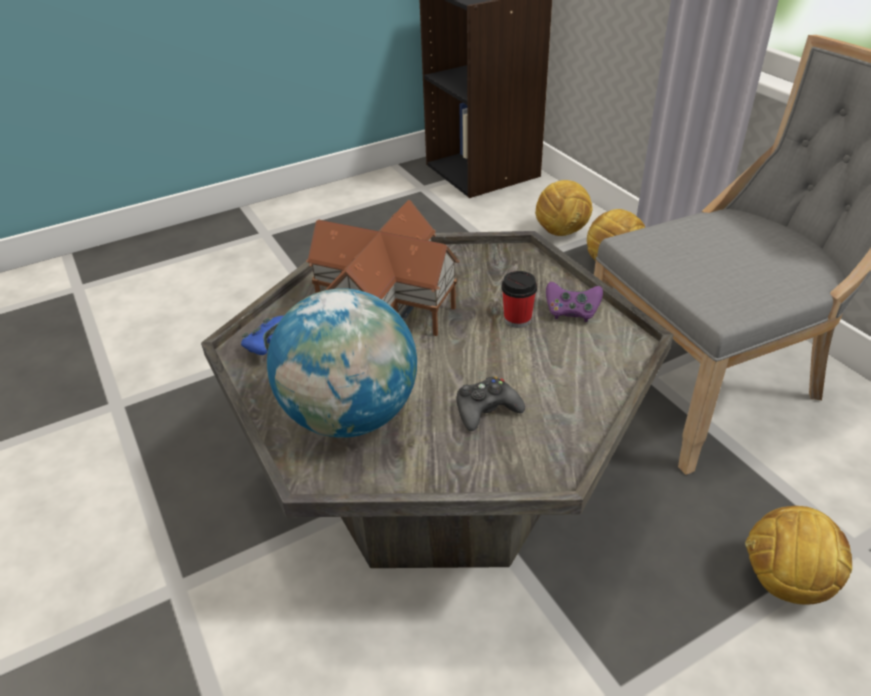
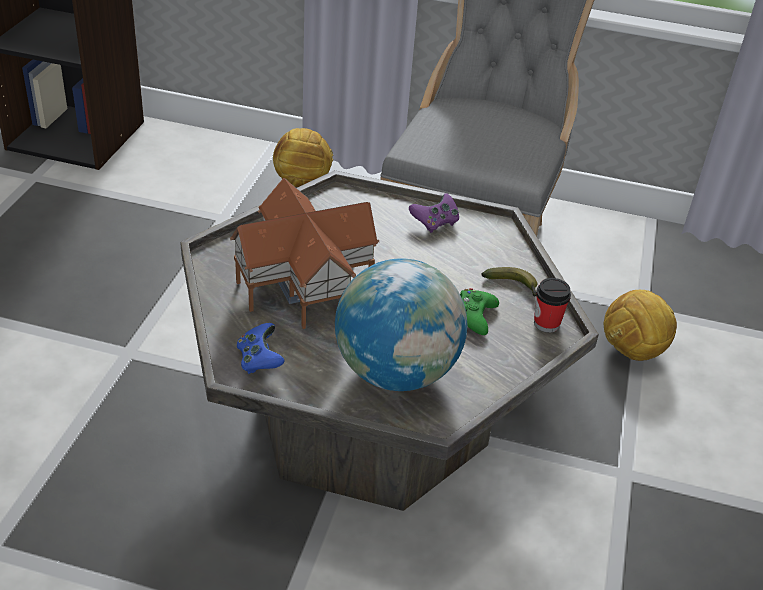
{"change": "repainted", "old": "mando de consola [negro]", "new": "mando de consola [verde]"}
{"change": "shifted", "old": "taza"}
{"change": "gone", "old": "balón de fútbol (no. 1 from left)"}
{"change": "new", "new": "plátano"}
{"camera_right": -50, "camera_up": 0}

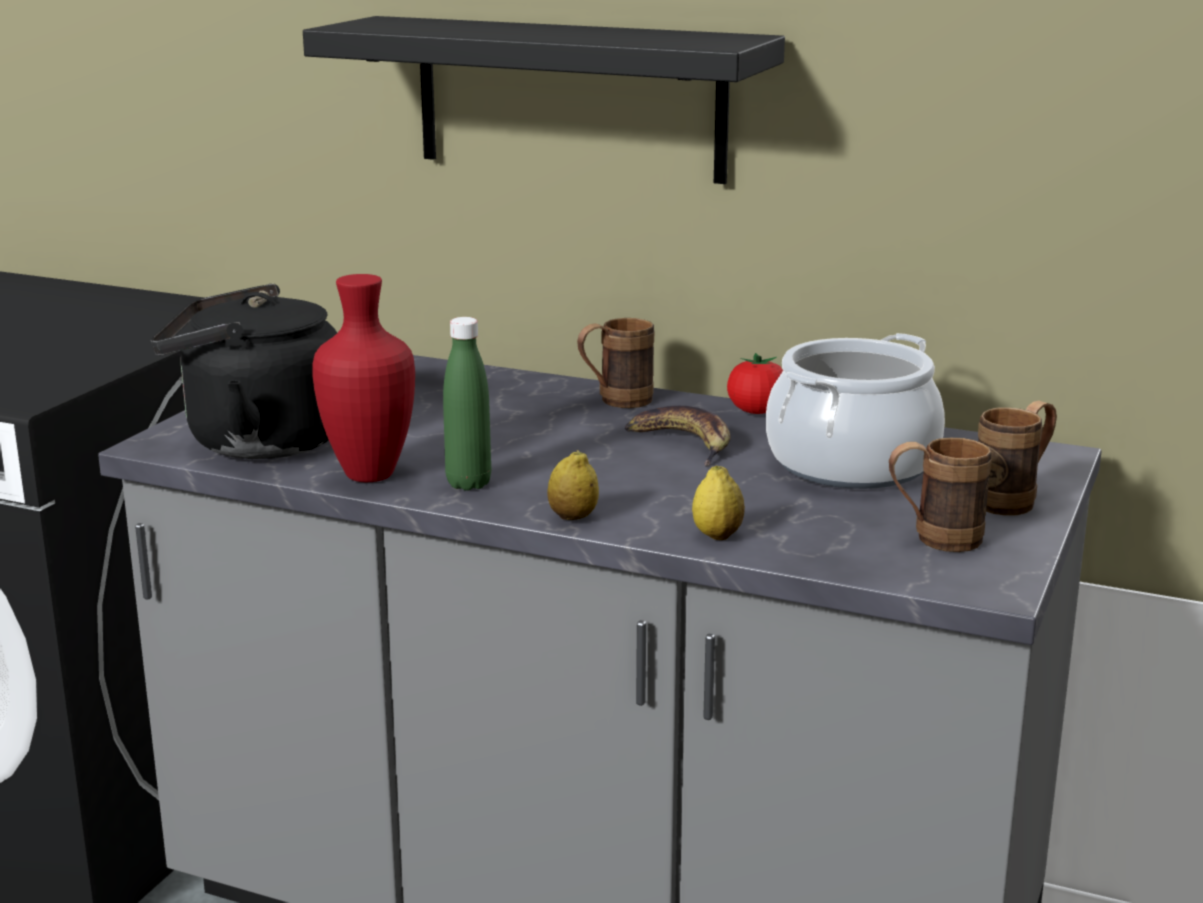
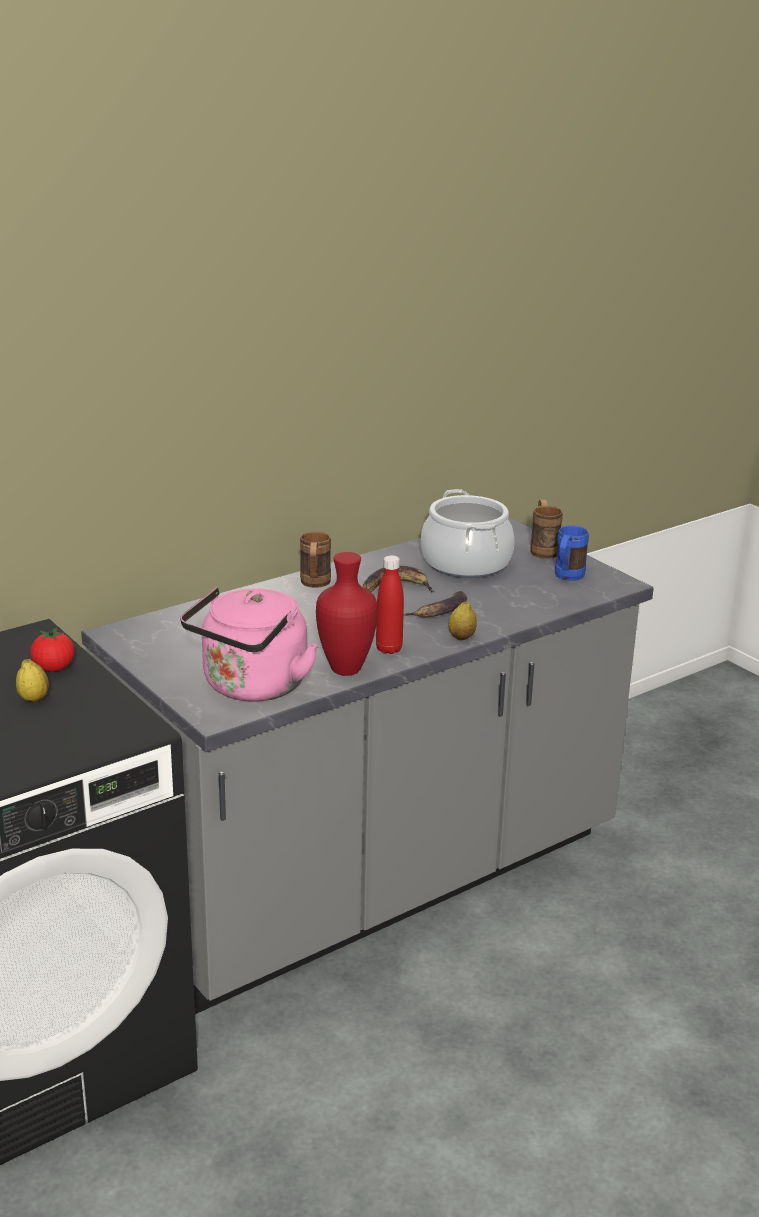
{"change": "repainted", "old": "hervidor [negro]", "new": "hervidor [rosa]"}
{"change": "gone", "old": "estante [negro]"}
{"change": "repainted", "old": "botella [verde]", "new": "botella [rojo]"}
{"change": "shifted", "old": "limón (no. 2 from left in the first image)", "new": "limón (no. 1 from left)"}
{"change": "shifted", "old": "tomate"}
{"change": "repainted", "old": "taza grande [marrón] (no. 2 from left)", "new": "taza grande [azul]"}
{"change": "new", "new": "plátano (no. 2 from left)"}
{"camera_right": -60, "camera_up": 5}

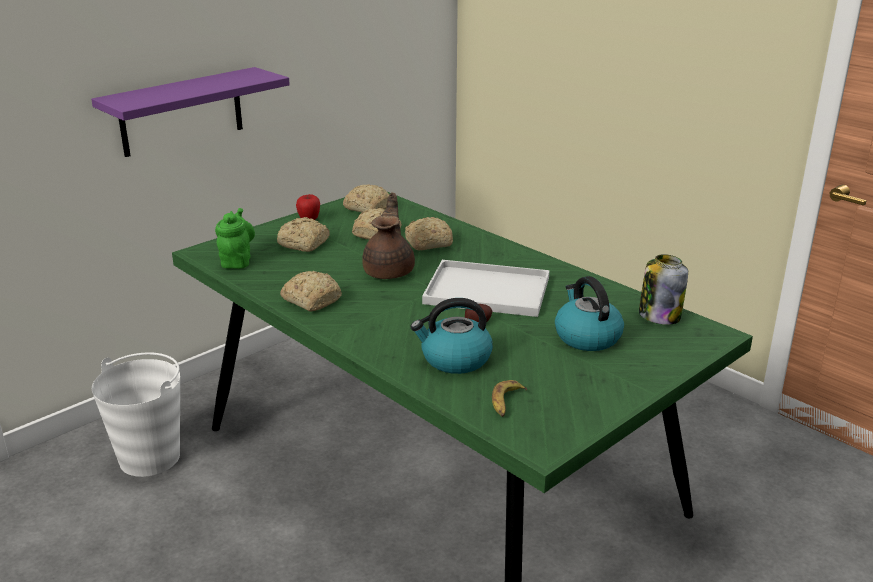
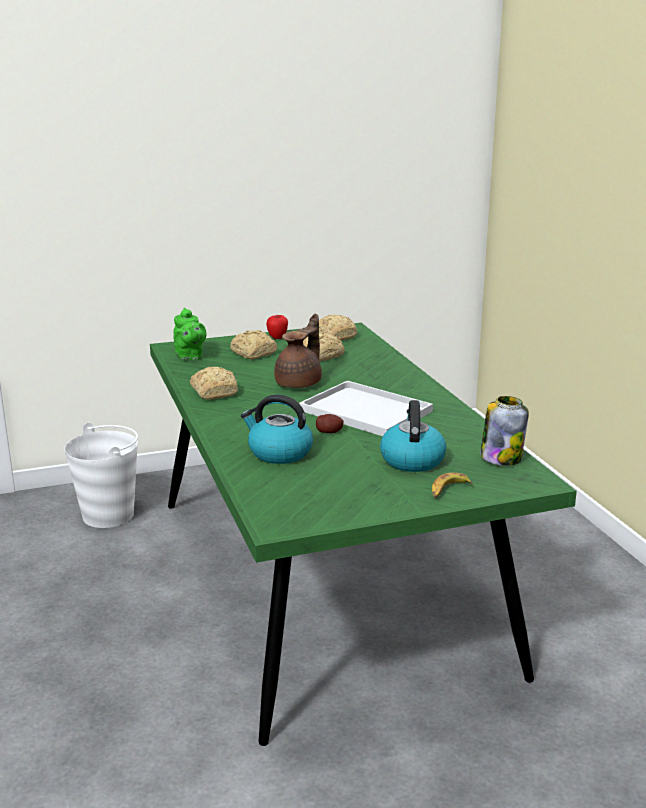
{"change": "gone", "old": "estante [morado]"}
{"change": "rotated", "old": "tetera [verde]", "degrees": 135}
{"change": "gone", "old": "pan (no. 5 from left)"}
{"change": "shifted", "old": "plátano"}
{"camera_right": 25, "camera_up": -5}

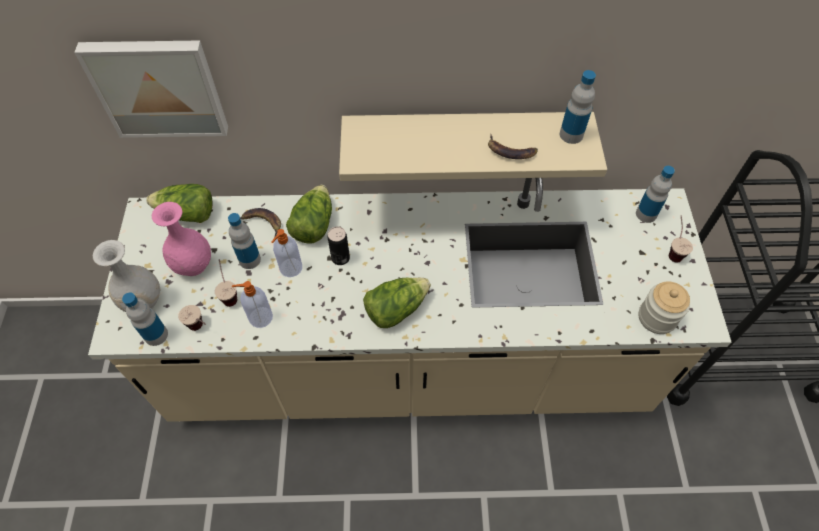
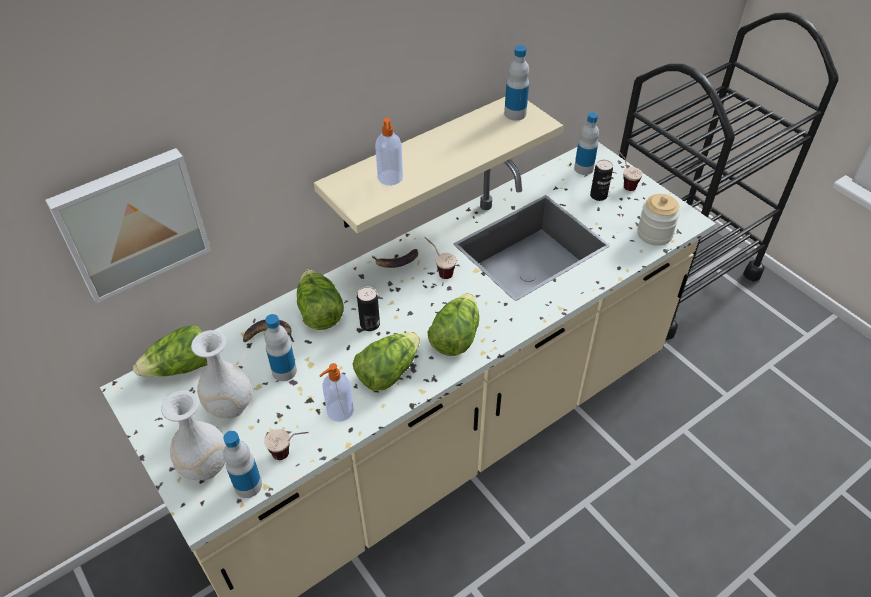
{"change": "repainted", "old": "florero [rosa]", "new": "florero [blanco] (no. 2 from left)"}
{"change": "shifted", "old": "taza (no. 2 from left)"}
{"change": "shifted", "old": "dispensador de jabón (no. 2 from left)"}
{"change": "shifted", "old": "plátano (no. 2 from left)"}
{"change": "new", "new": "lechuga (no. 3 from left)"}
{"change": "new", "new": "lata (no. 2 from left)"}
{"camera_right": -35, "camera_up": -10}

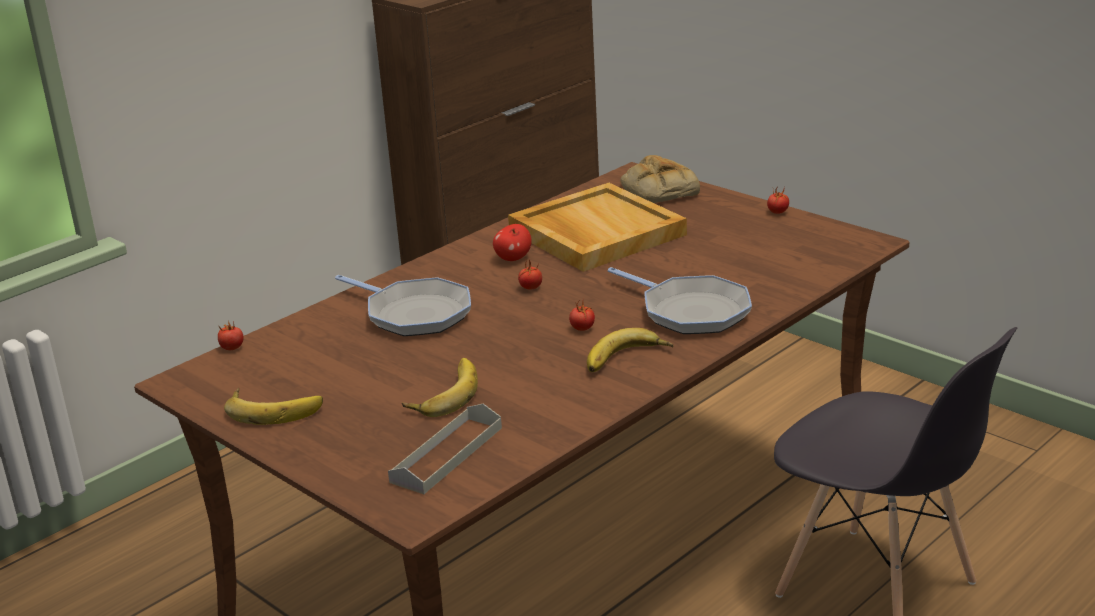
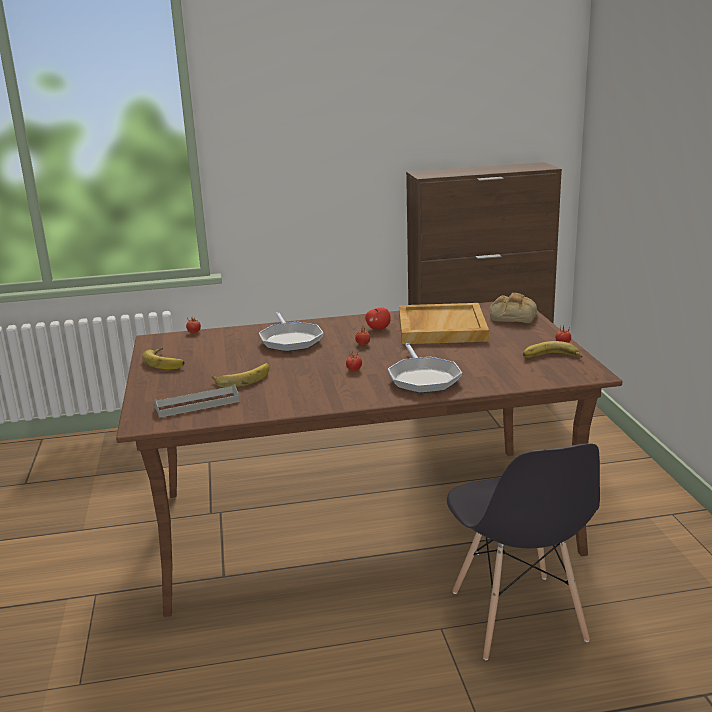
{"change": "shifted", "old": "plátano (no. 3 from left)"}
{"camera_right": 35, "camera_up": -5}

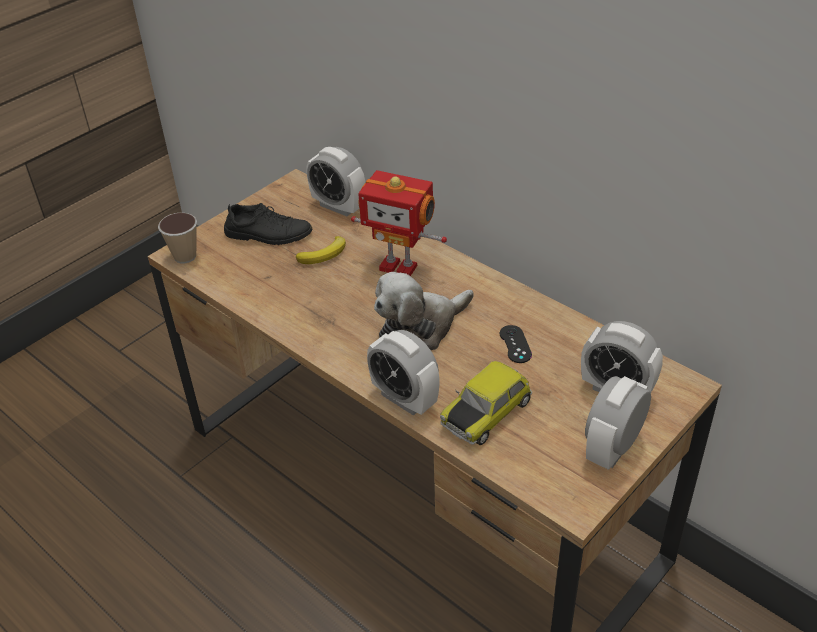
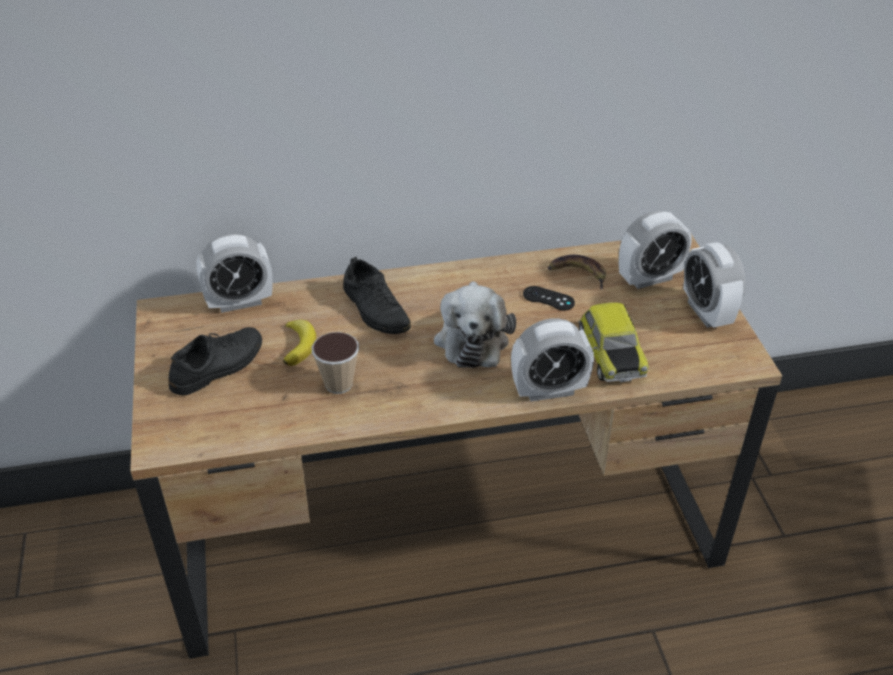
{"change": "shifted", "old": "taza"}
{"change": "swapped", "old": "robot de juguete", "new": "zapato [negro] (no. 2 from left)"}
{"change": "new", "new": "plátano (no. 2 from left)"}
{"camera_right": -55, "camera_up": 0}

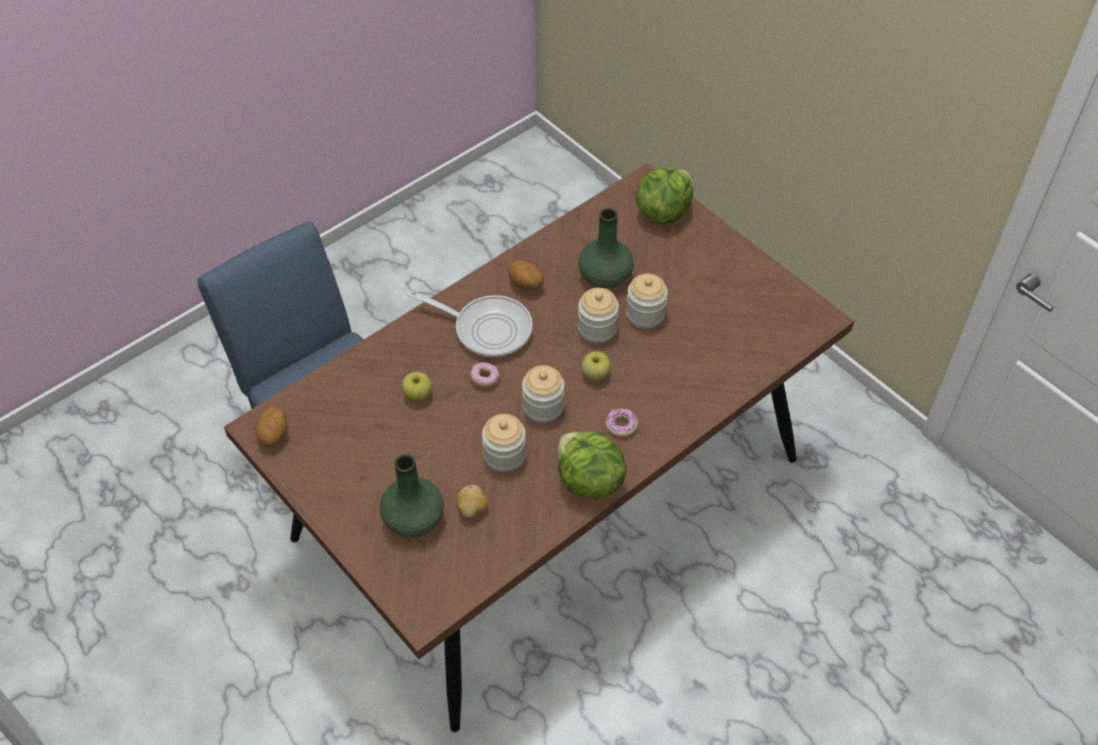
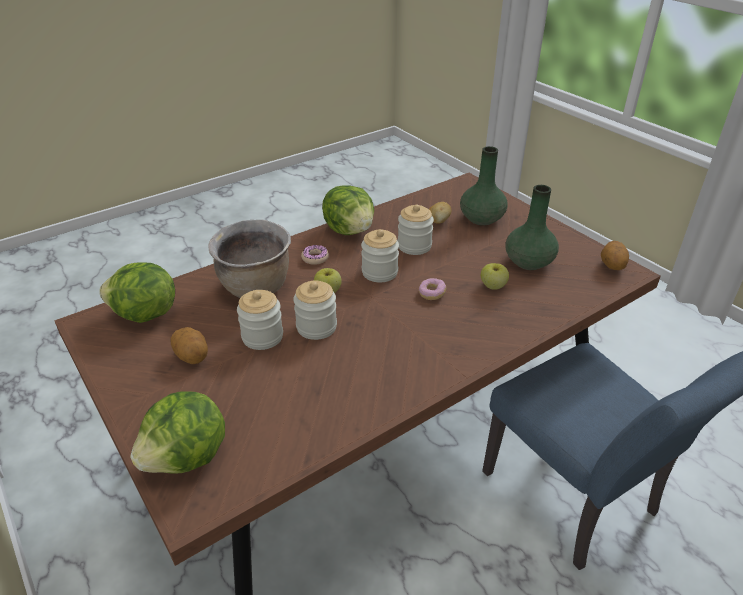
{"change": "gone", "old": "sartén"}
{"change": "shifted", "old": "patata (no. 3 from left in the first image)", "new": "patata (no. 1 from left)"}
{"change": "shifted", "old": "florero [verde] (no. 2 from left)"}
{"change": "new", "new": "lechuga (no. 1 from left)"}
{"change": "new", "new": "olla [marrón]"}
{"camera_right": -175, "camera_up": -15}

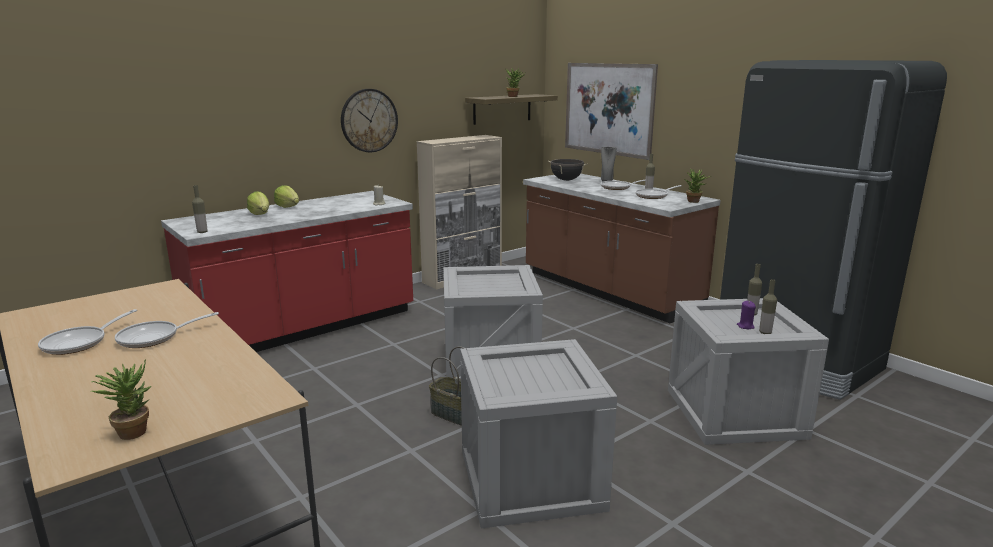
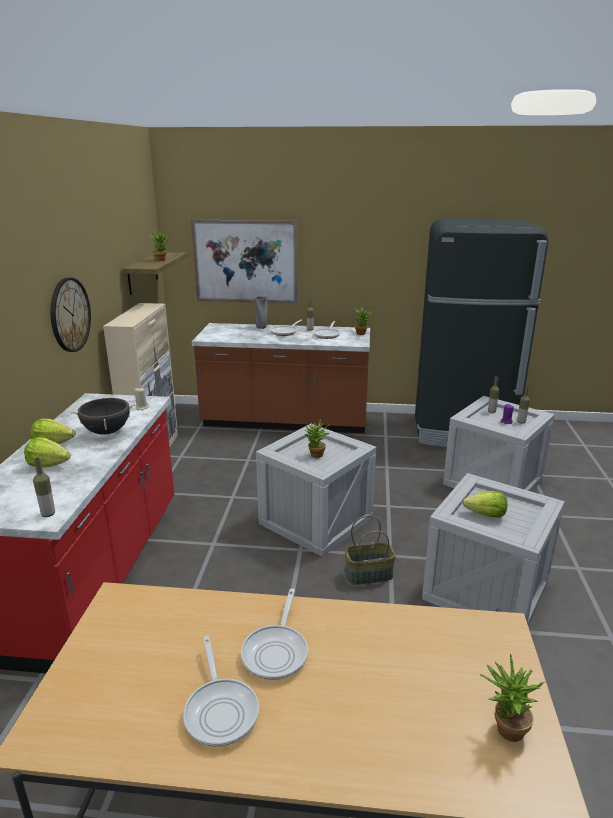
{"change": "shifted", "old": "olla [negro]"}
{"change": "new", "new": "planta en maceta (no. 2 from left)"}
{"change": "new", "new": "lechuga (no. 3 from left)"}
{"camera_right": -45, "camera_up": 5}

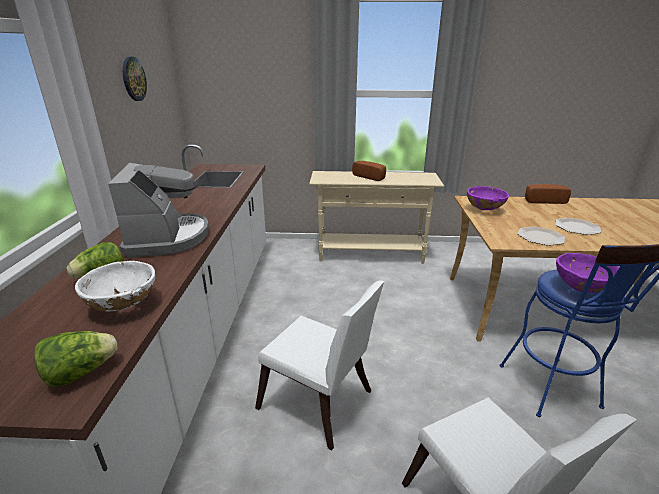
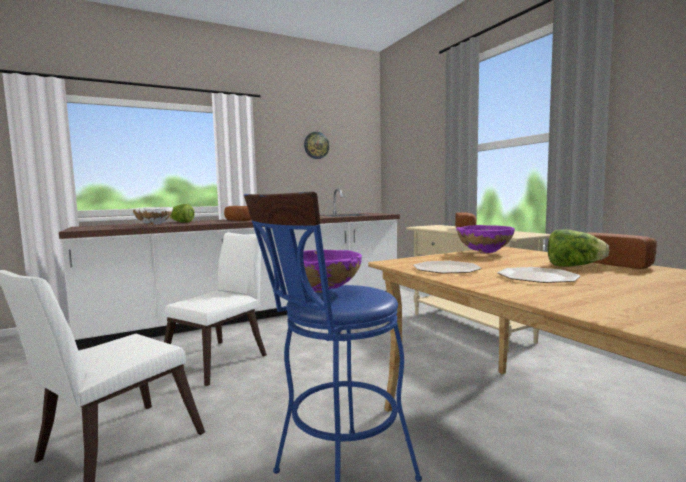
{"change": "shifted", "old": "lechuga (no. 1 from left in the first image)", "new": "lechuga (no. 2 from left)"}
{"change": "swapped", "old": "cafetera", "new": "pan (no. 1 from left)"}
{"change": "rotated", "old": "silla [blanco] (no. 1 from left in the first image)", "degrees": -150}
{"camera_right": 60, "camera_up": -20}

